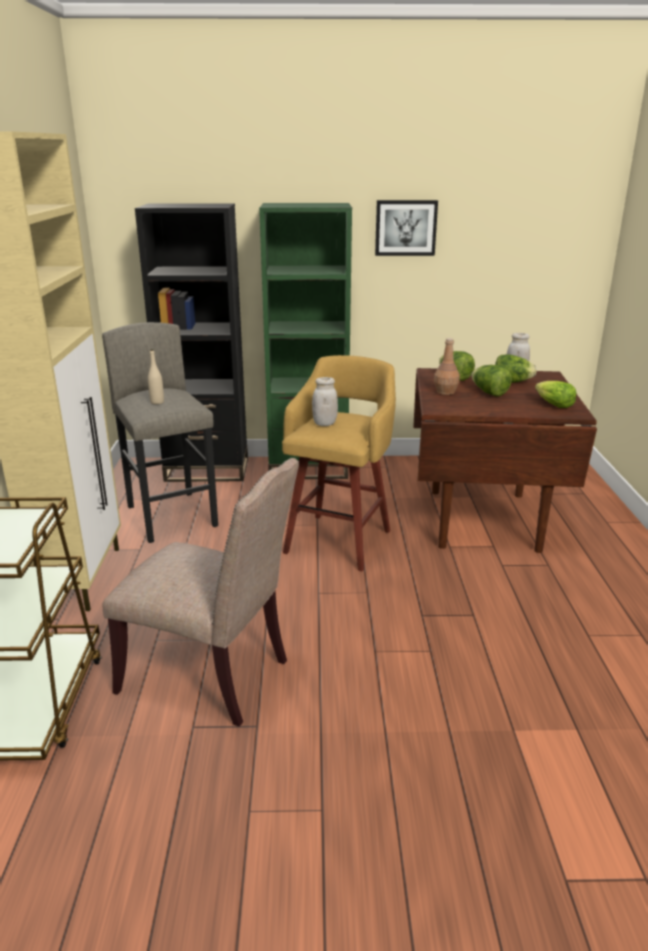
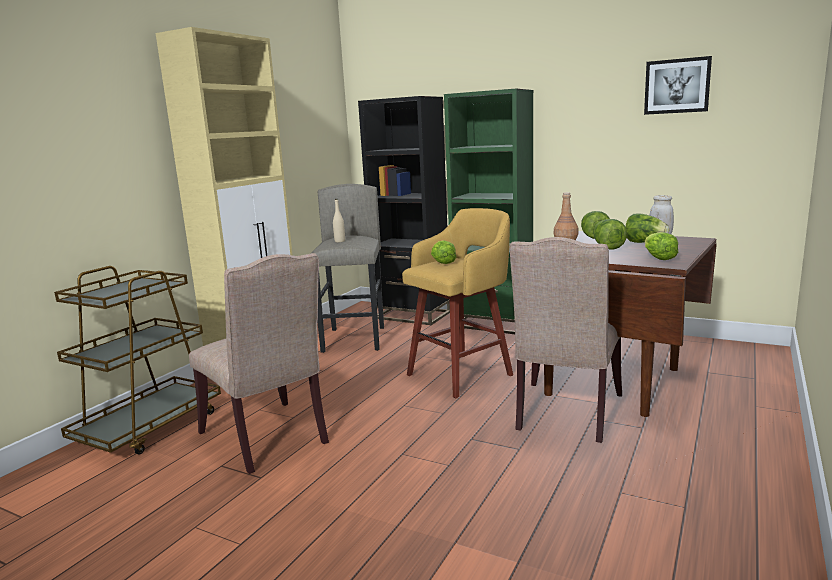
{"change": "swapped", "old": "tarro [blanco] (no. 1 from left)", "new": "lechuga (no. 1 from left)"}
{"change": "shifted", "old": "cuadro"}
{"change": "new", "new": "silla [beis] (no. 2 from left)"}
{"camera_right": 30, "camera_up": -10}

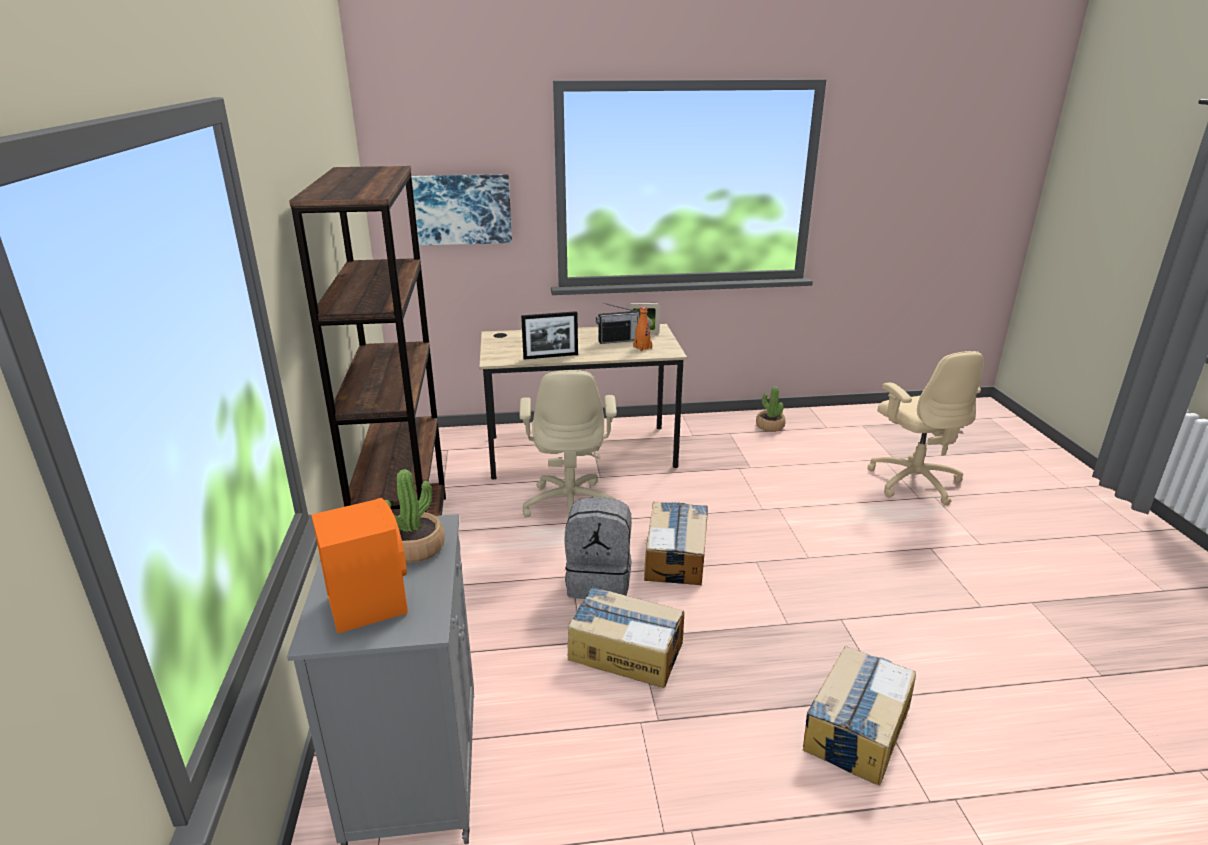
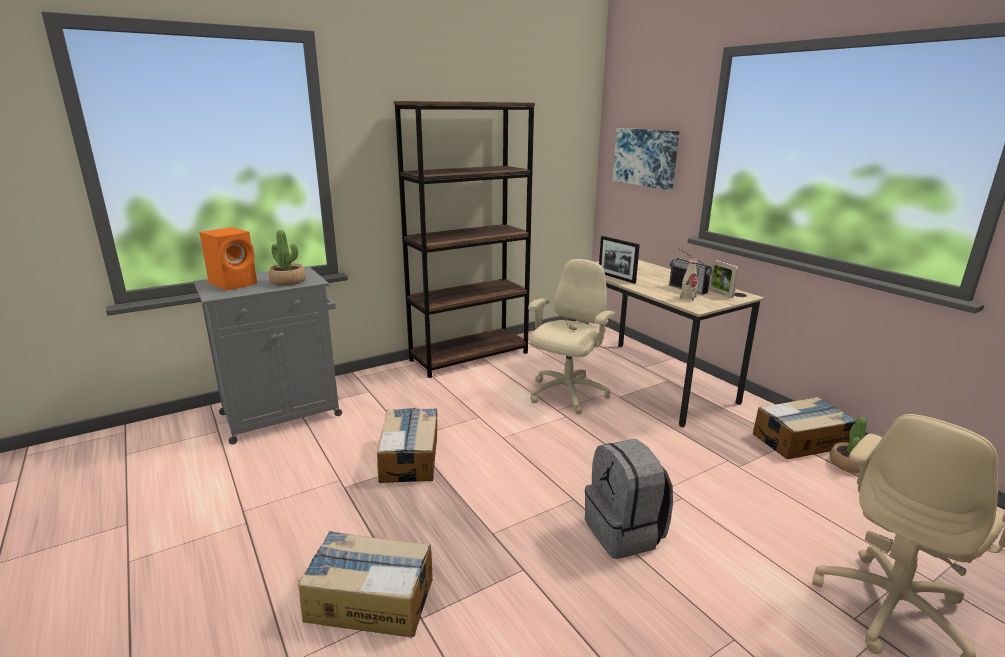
{"change": "rotated", "old": "silla de oficina [beis] (no. 1 from left)", "degrees": 150}
{"change": "shifted", "old": "mochila [gris]"}
{"change": "repainted", "old": "botella [naranja]", "new": "botella [beis]"}
{"change": "shifted", "old": "caja de cartón (no. 2 from left in the first image)", "new": "caja de cartón (no. 3 from left)"}
{"camera_right": 65, "camera_up": -5}

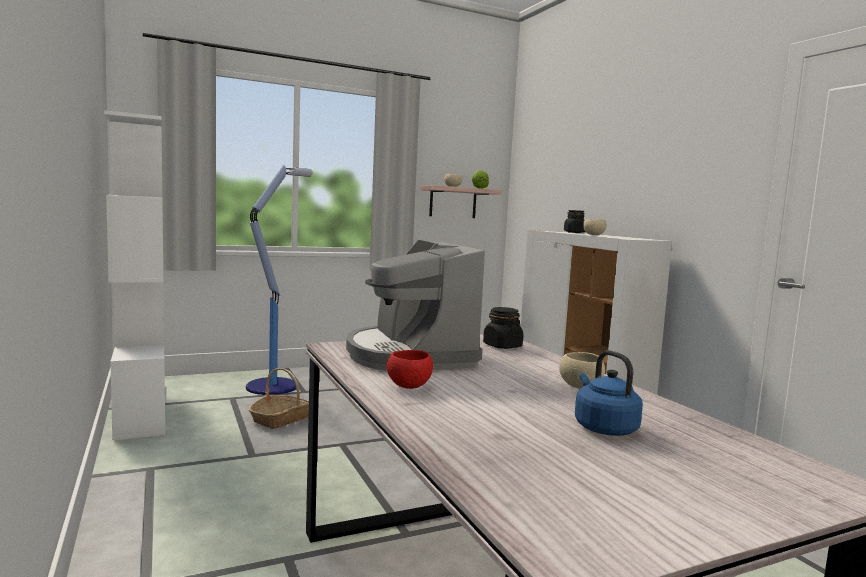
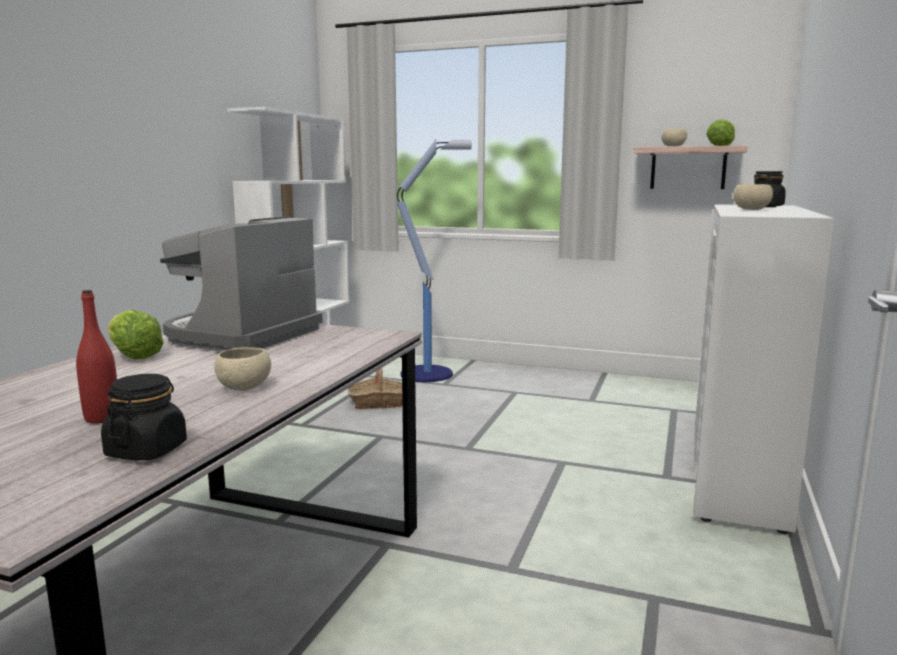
{"change": "swapped", "old": "cuenco [rojo]", "new": "lechuga (no. 1 from left)"}
{"change": "shifted", "old": "tarro [negro] (no. 1 from left)"}
{"change": "swapped", "old": "hervidor [azul]", "new": "botella [rojo]"}
{"camera_right": 45, "camera_up": 5}

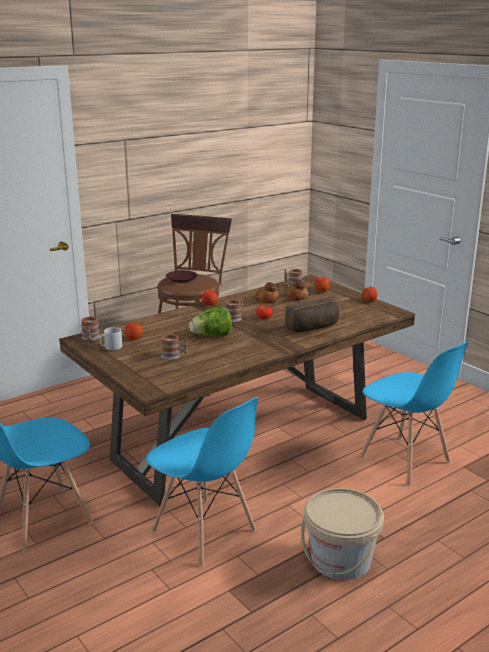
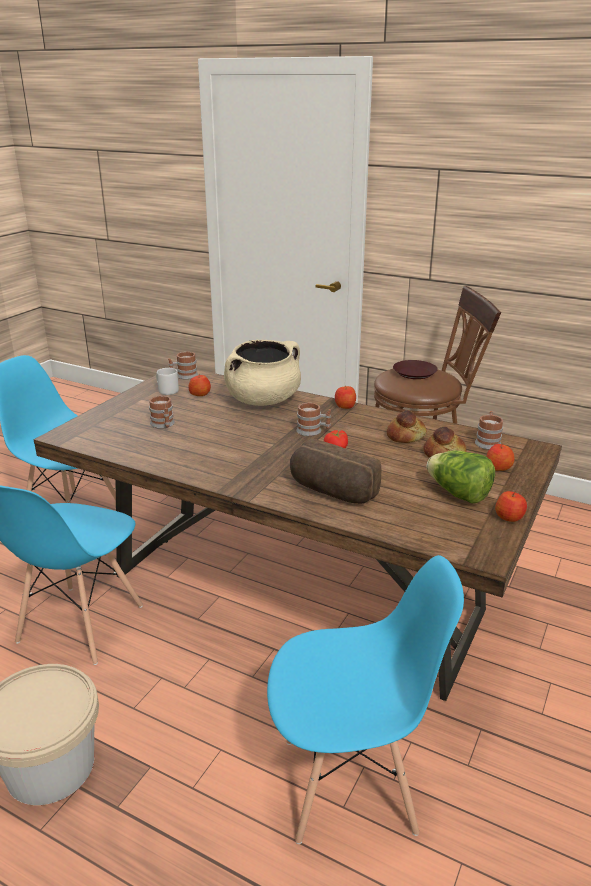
{"change": "shifted", "old": "lechuga"}
{"change": "rotated", "old": "silla [azul] (no. 3 from left)", "degrees": -120}
{"change": "new", "new": "olla [beis]"}
{"camera_right": 65, "camera_up": 5}

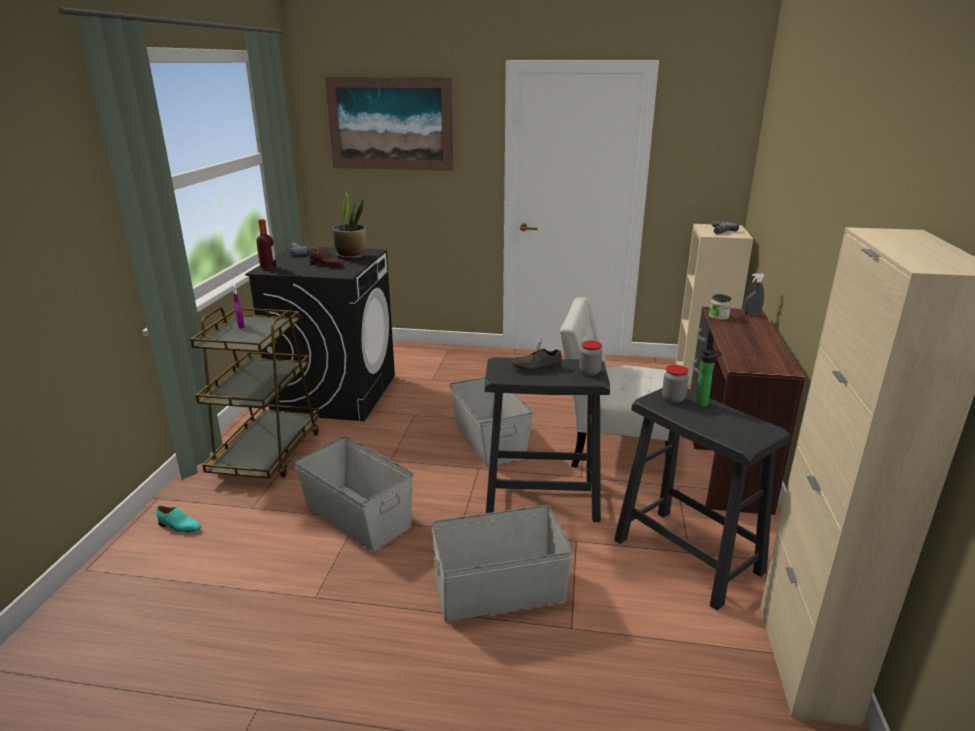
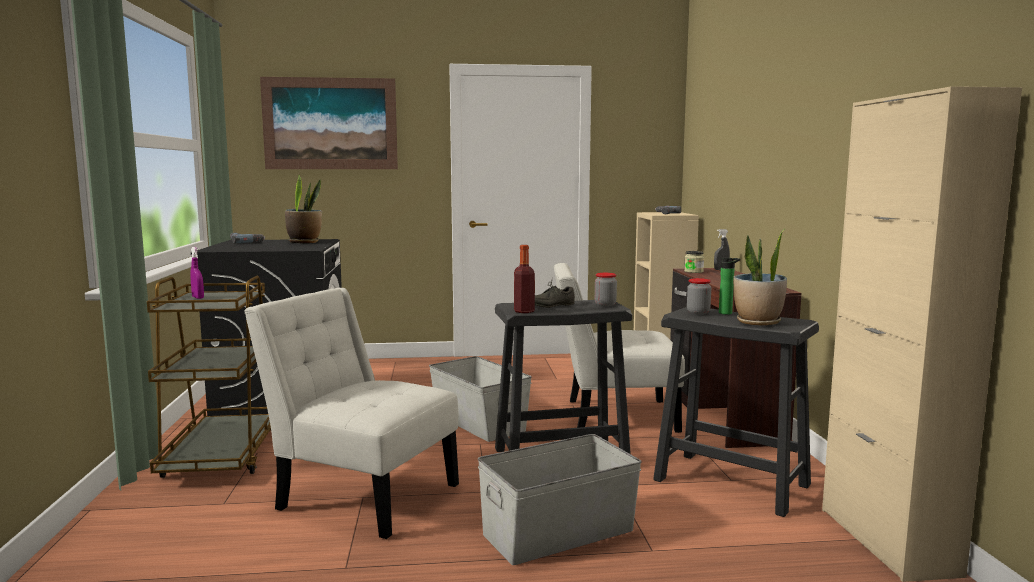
{"change": "gone", "old": "zapato [turquesa]"}
{"change": "shifted", "old": "botella (no. 1 from left)"}
{"change": "swapped", "old": "caja de almacenaje [gris] (no. 1 from left)", "new": "silla [blanco] (no. 1 from left)"}
{"change": "gone", "old": "zapato [marrón]"}
{"change": "new", "new": "planta en maceta (no. 2 from left)"}
{"camera_right": -15, "camera_up": -15}

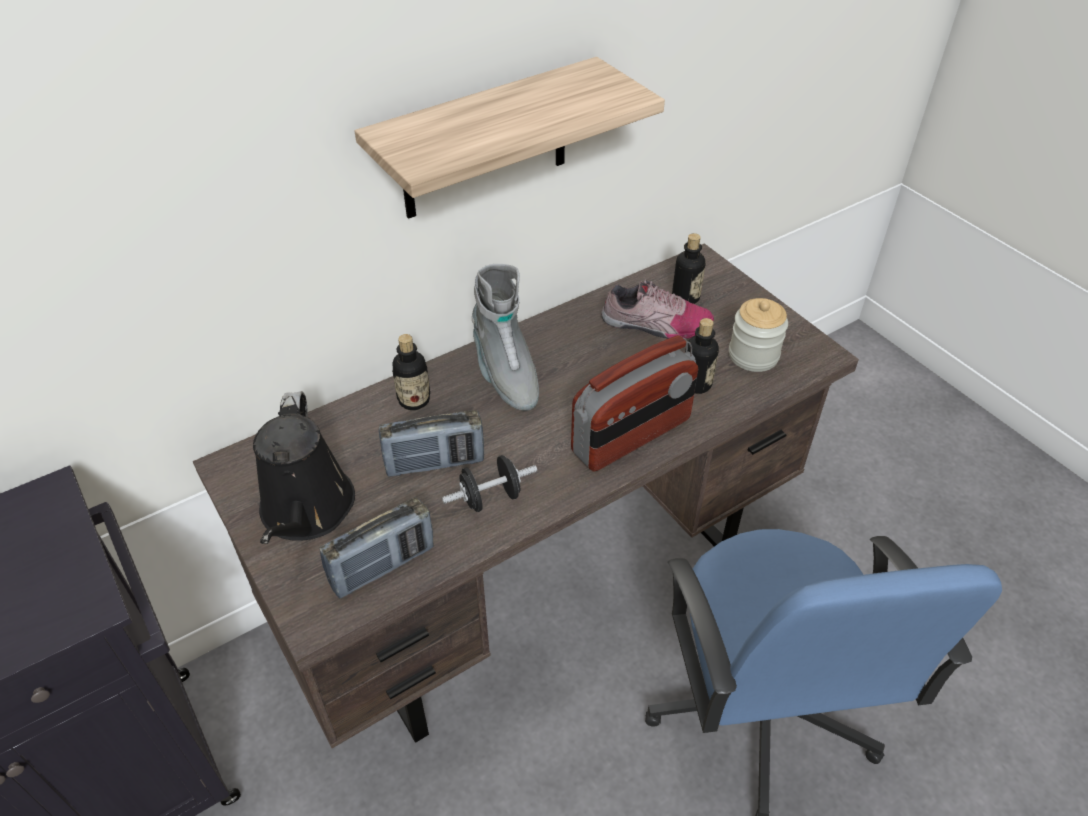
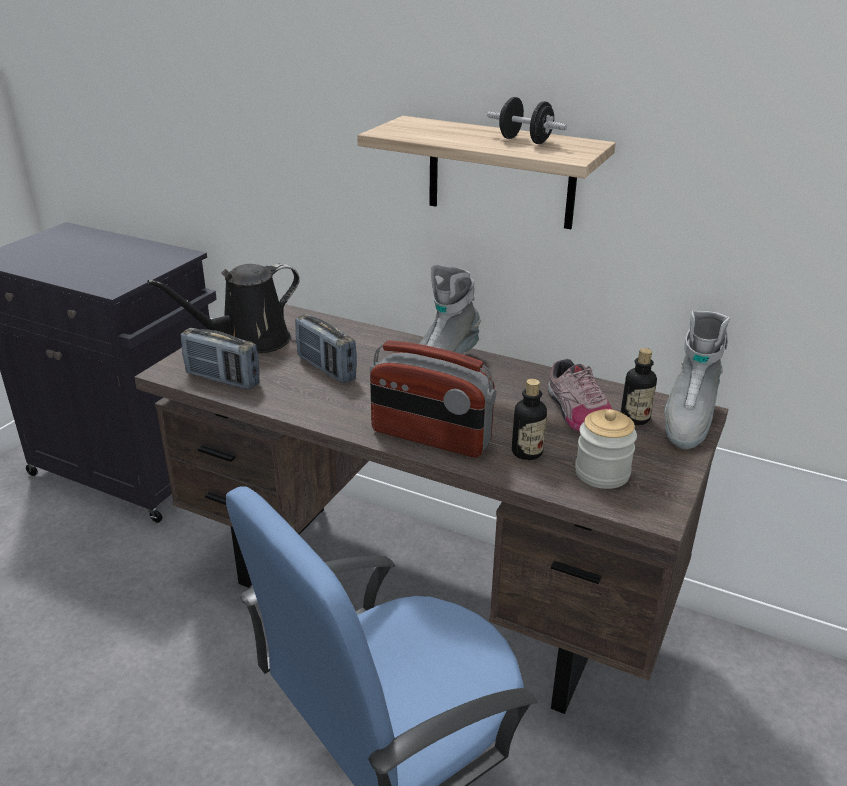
{"change": "gone", "old": "botella (no. 1 from left)"}
{"change": "shifted", "old": "mancuerna [negro]"}
{"change": "new", "new": "bota [gris] (no. 2 from left)"}
{"camera_right": 60, "camera_up": -15}

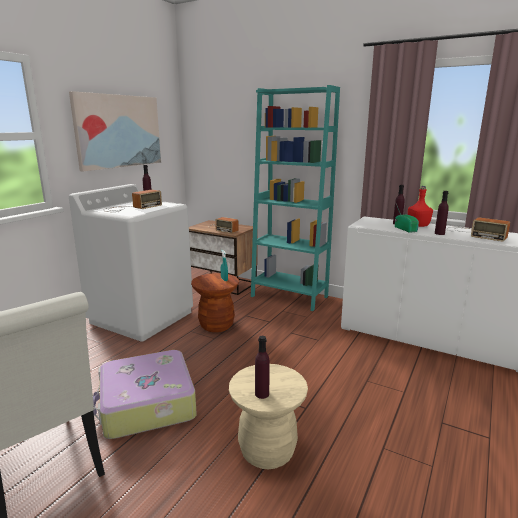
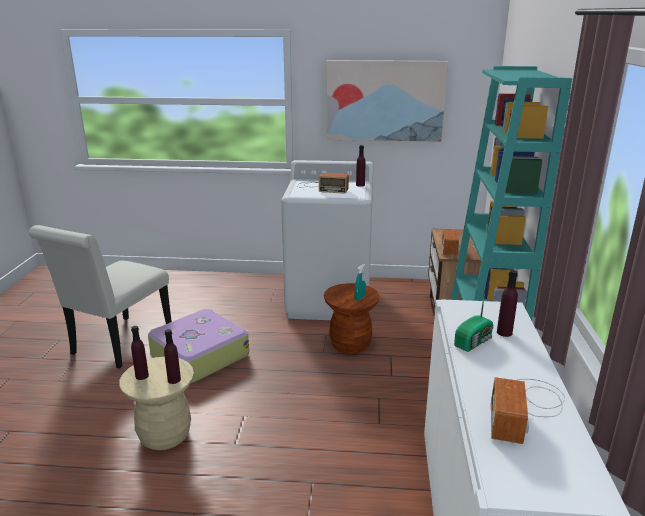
{"change": "gone", "old": "botella [rojo]"}
{"change": "shifted", "old": "botella [morado] (no. 4 from left in the first image)", "new": "botella [morado] (no. 2 from left)"}
{"camera_right": 65, "camera_up": 5}

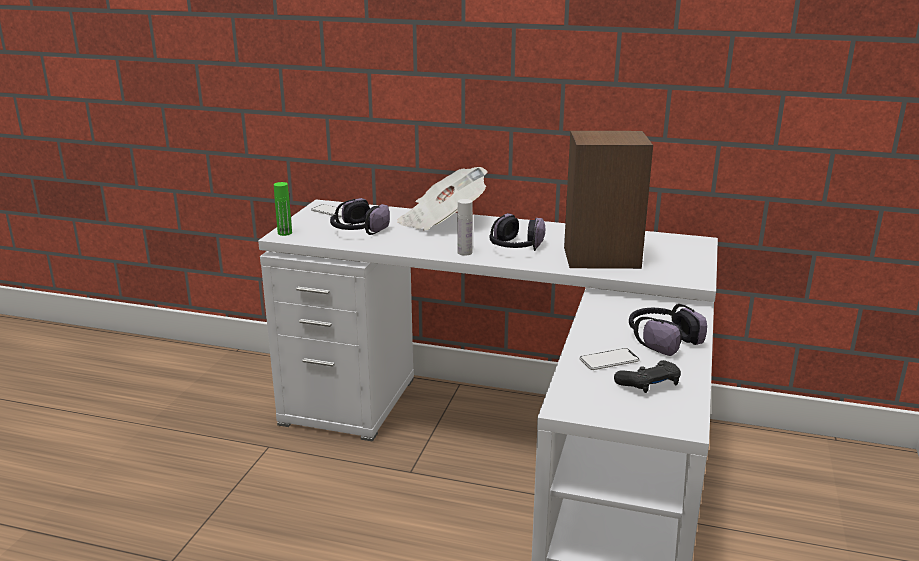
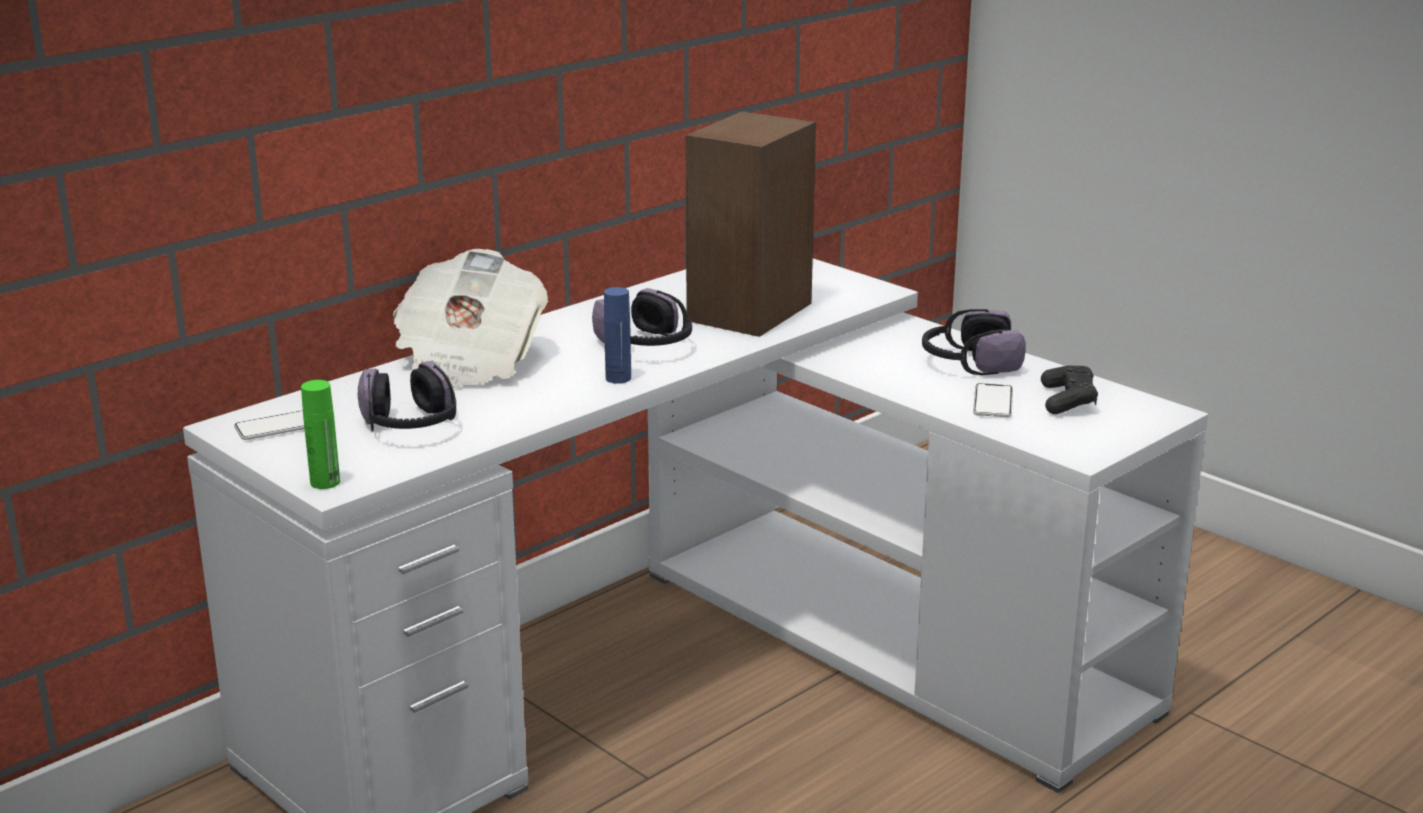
{"change": "repainted", "old": "botella [blanco]", "new": "botella [azul]"}
{"camera_right": -60, "camera_up": 0}

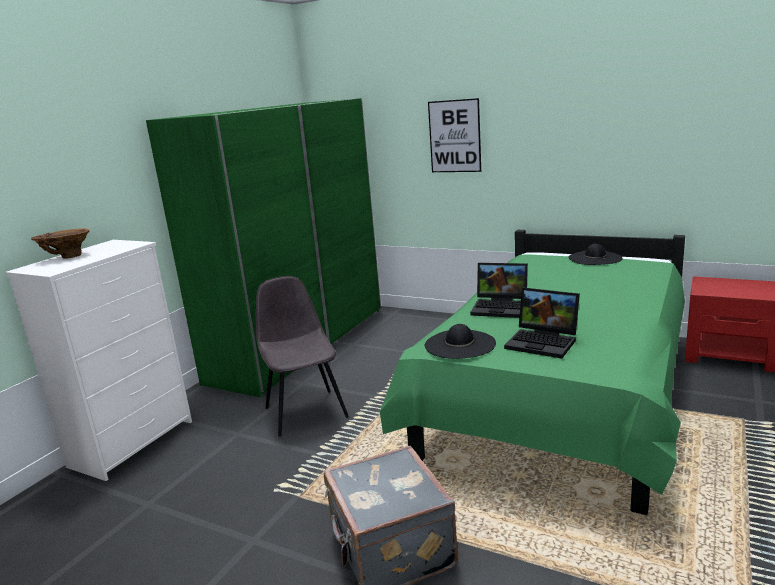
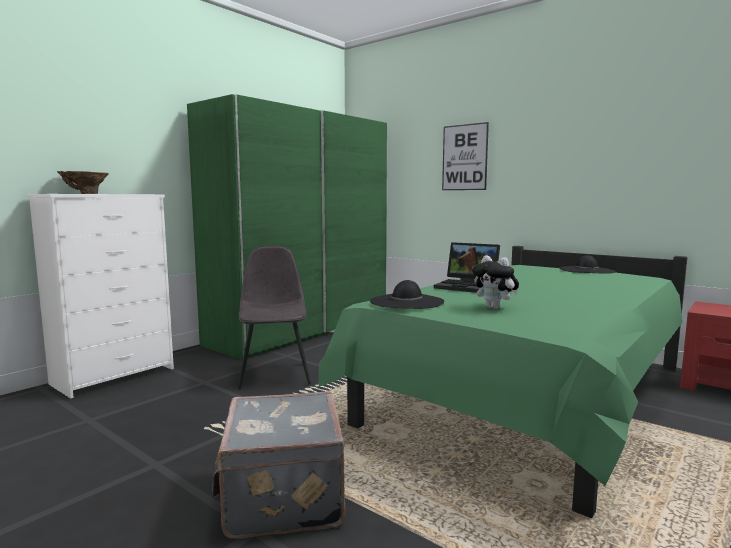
{"change": "swapped", "old": "portátil (no. 2 from left)", "new": "peluche"}
{"camera_right": 10, "camera_up": -10}

